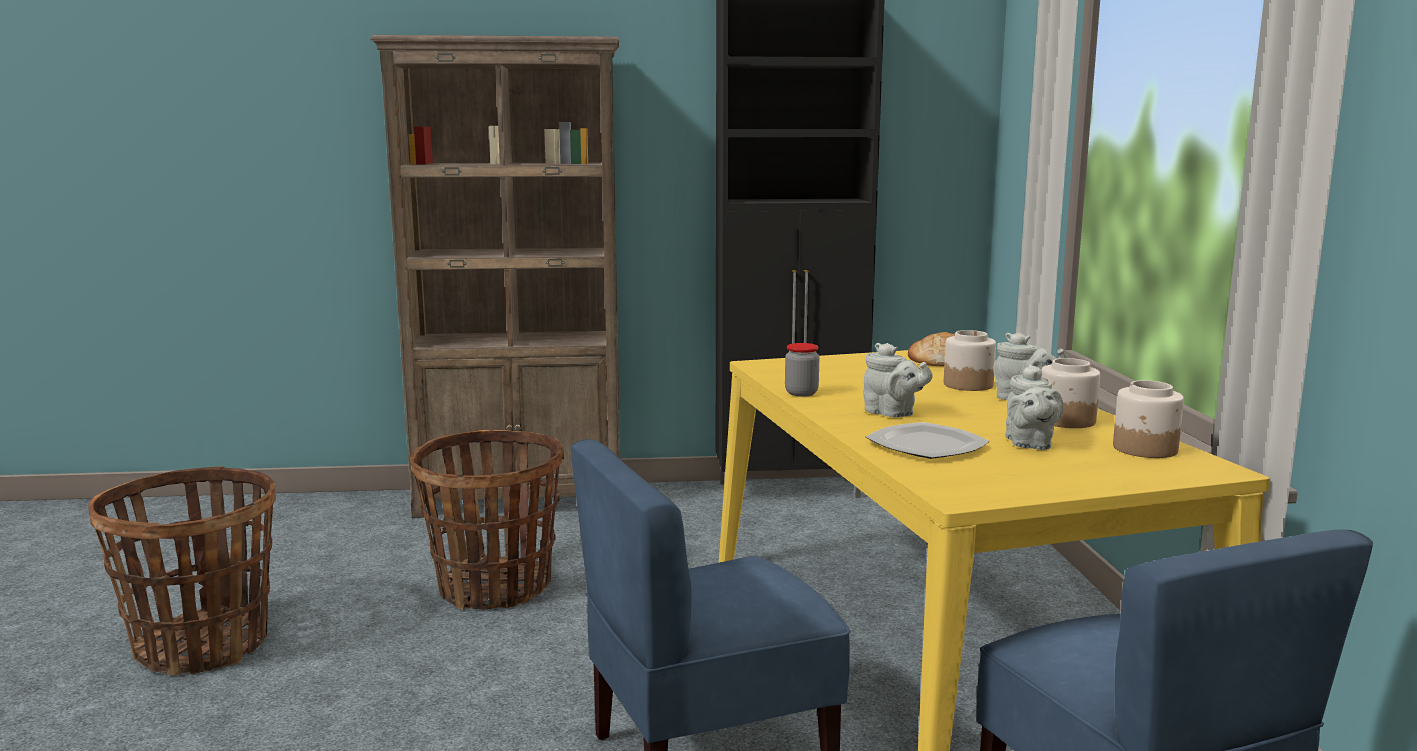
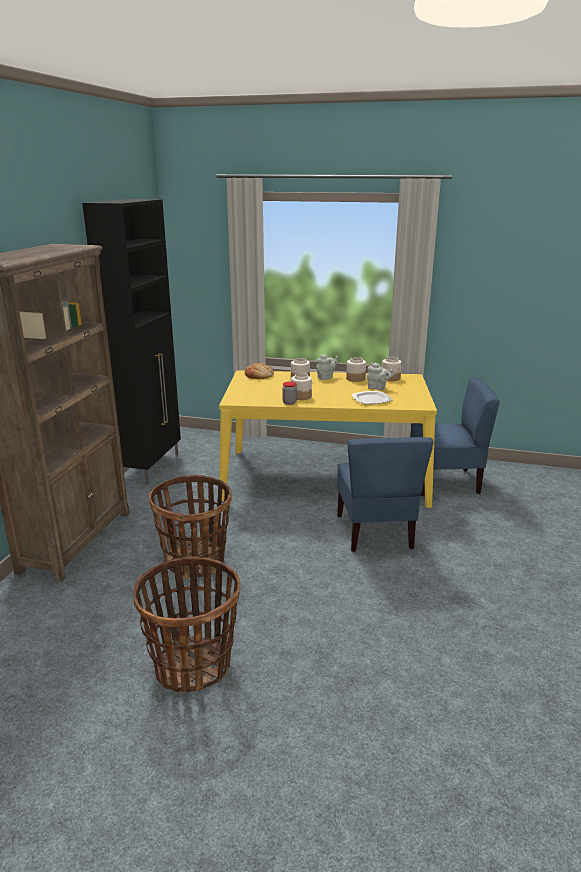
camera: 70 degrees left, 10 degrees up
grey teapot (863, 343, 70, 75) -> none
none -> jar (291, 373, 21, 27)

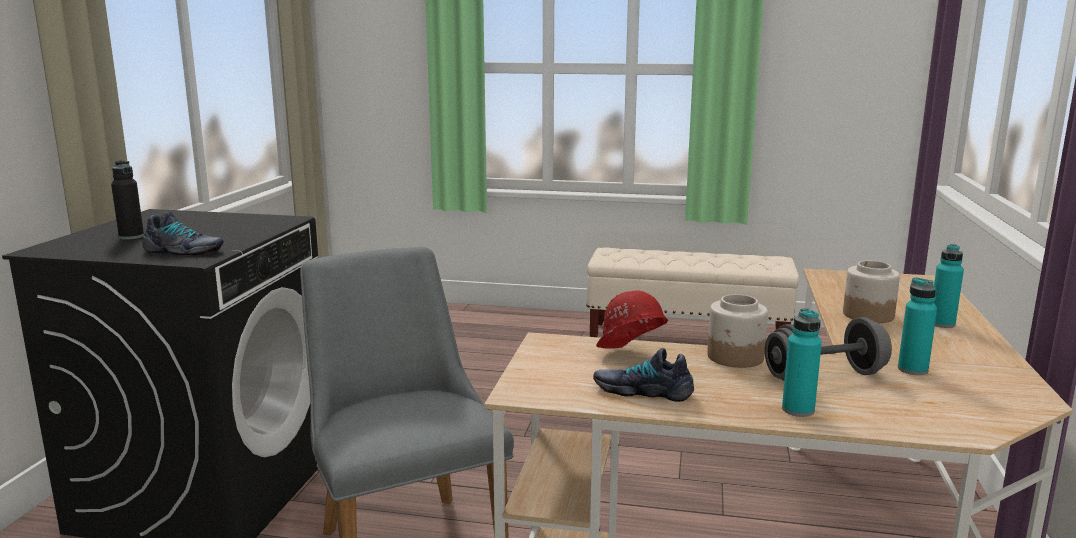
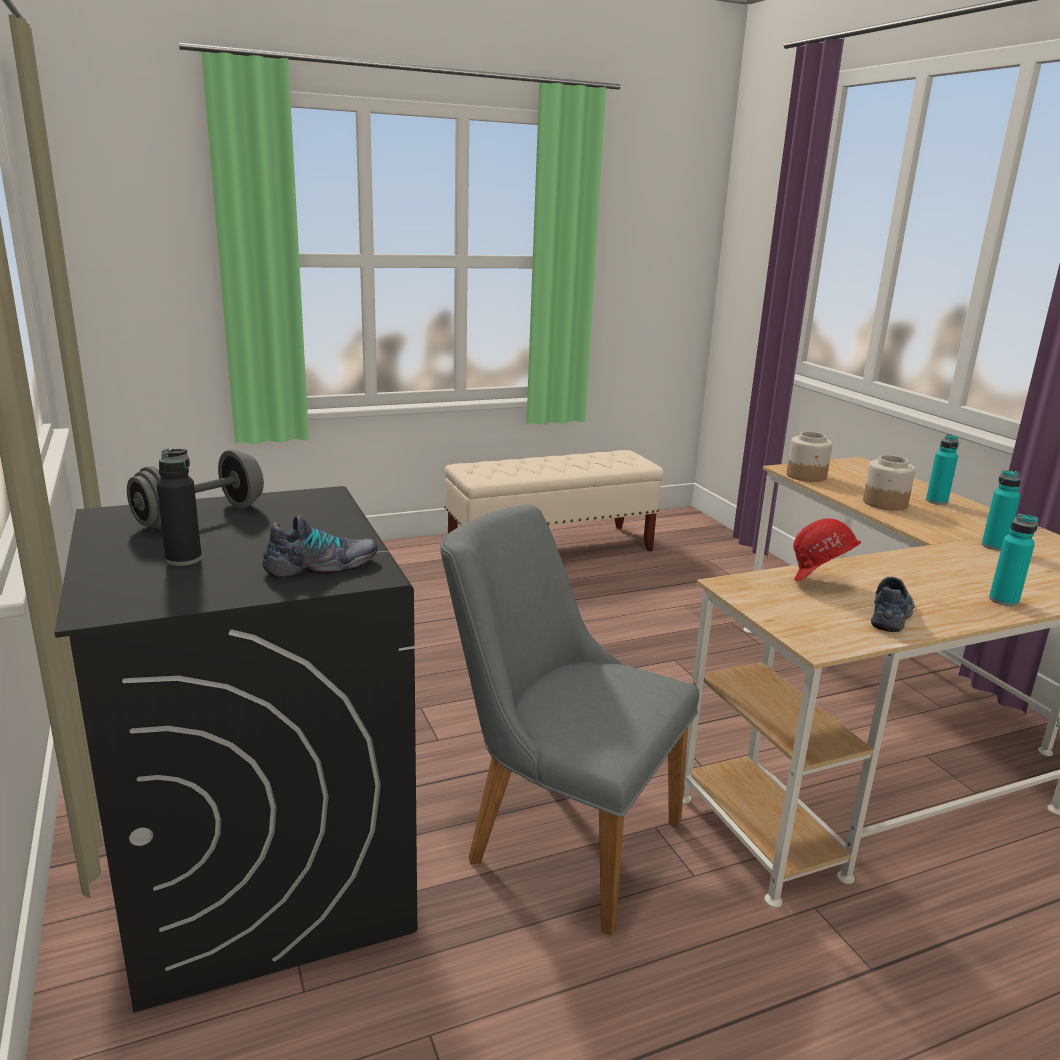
camera: 35 degrees left, 5 degrees up
jar (707, 294, 61, 74) -> jar (786, 432, 46, 50), shifted
grey dumbbell (765, 317, 127, 64) -> grey dumbbell (127, 449, 137, 80), shifted
shoe (593, 348, 101, 54) -> shoe (871, 577, 44, 55), 135 degrees clockwise

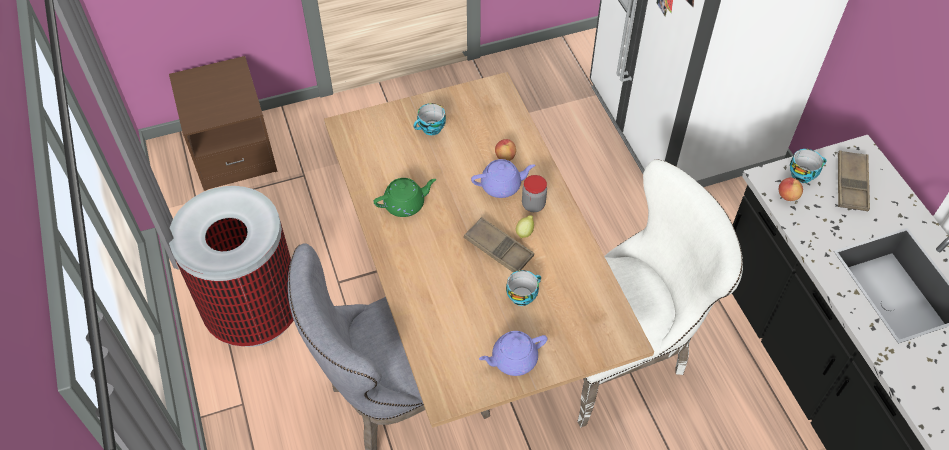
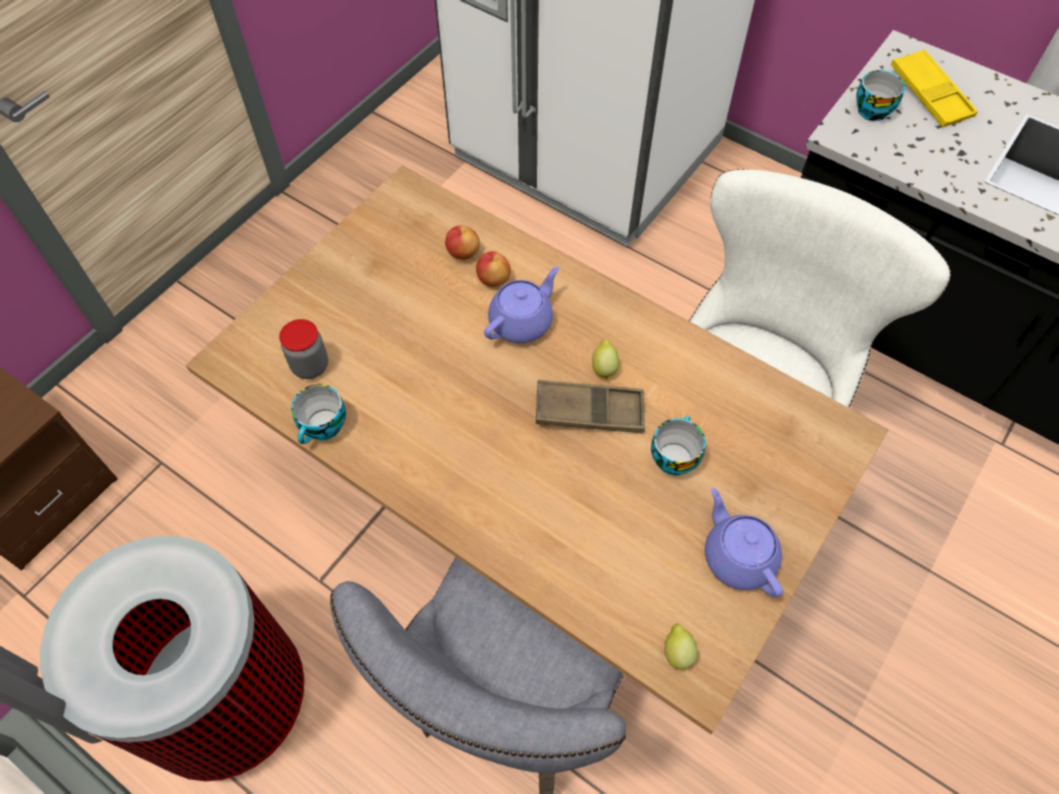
camera: 35 degrees left, 5 degrees up
green teapot (373, 178, 63, 39) -> none
none -> lemon (664, 623, 34, 47)
cup (413, 103, 33, 32) -> cup (291, 384, 55, 60), shifted
jar (522, 175, 25, 37) -> jar (279, 319, 49, 60), shifted
apple (779, 177, 24, 24) -> apple (445, 225, 35, 35), shifted
brown tray (838, 150, 32, 61) -> yellow tray (891, 49, 87, 78)
purple teapot (479, 331, 69, 45) -> purple teapot (705, 488, 78, 110), 120 degrees clockwise

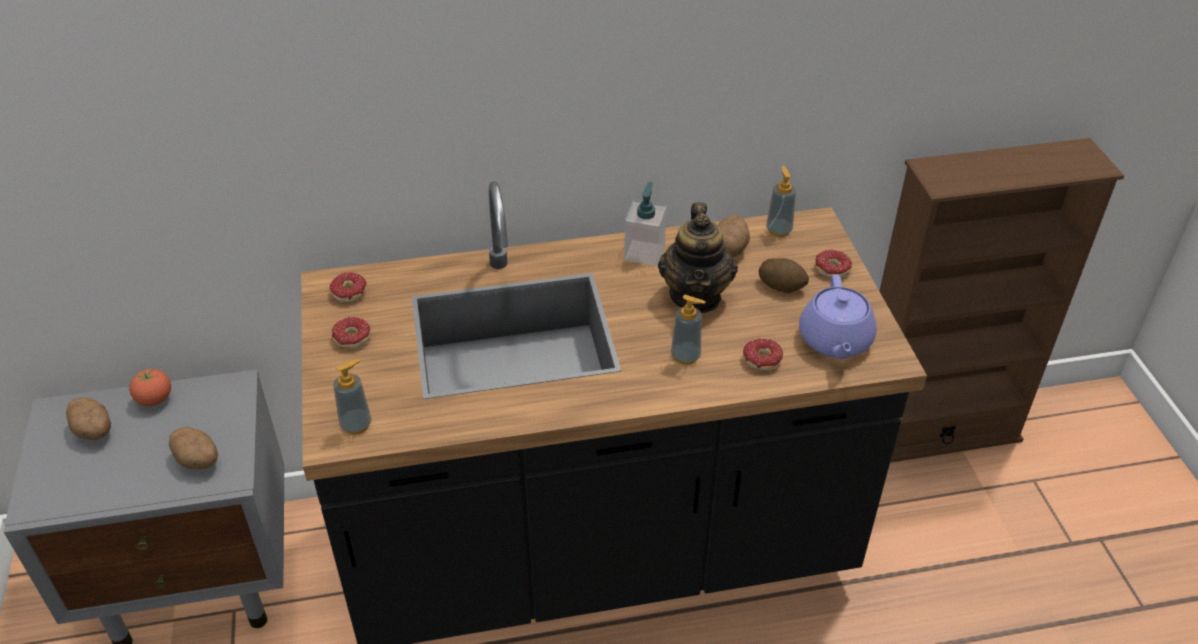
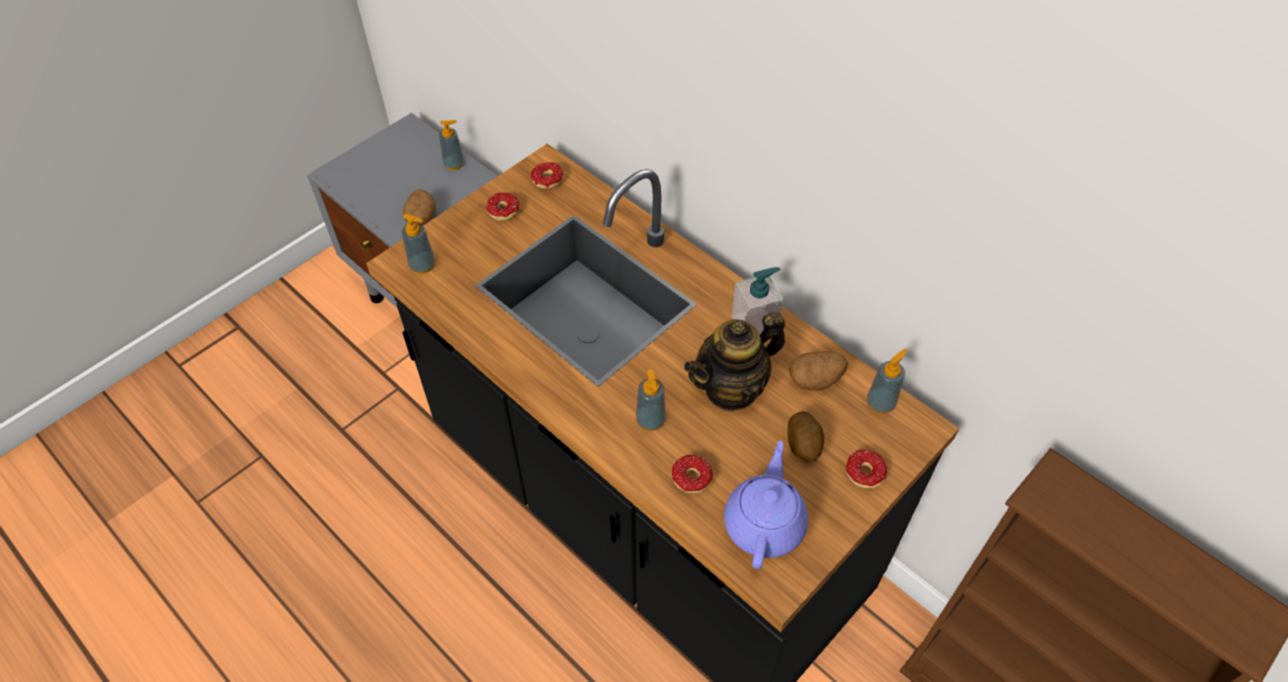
camera: 55 degrees right, 10 degrees up
potato (66, 397, 45, 43) -> none
tomato (129, 369, 42, 37) -> soap dispenser (439, 120, 25, 50)
purple teapot (799, 275, 77, 84) -> purple teapot (724, 441, 84, 128), 135 degrees clockwise

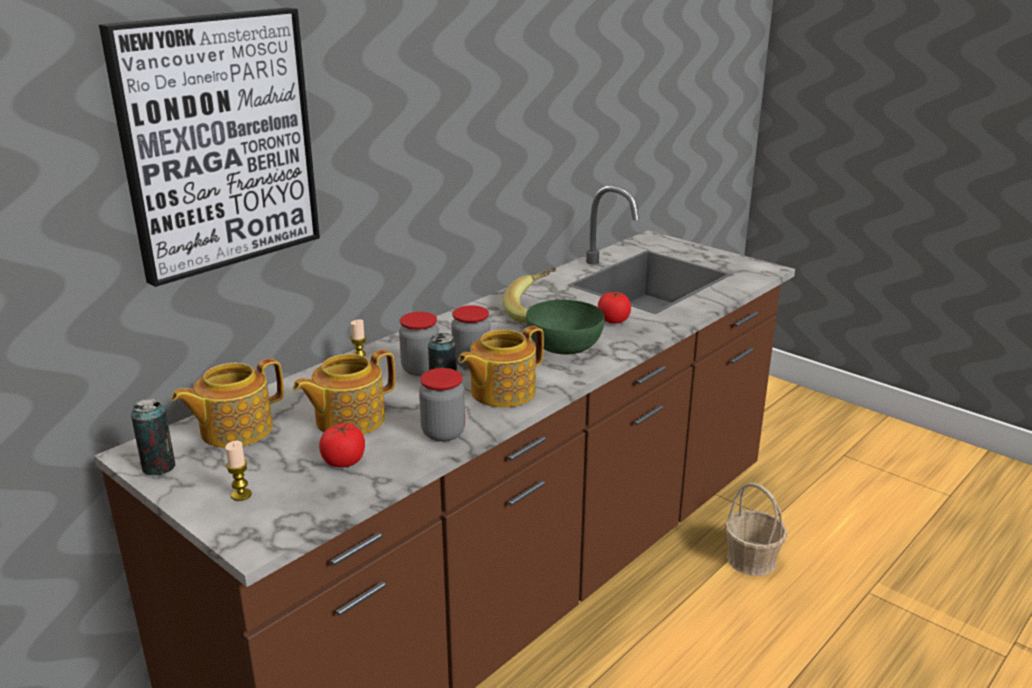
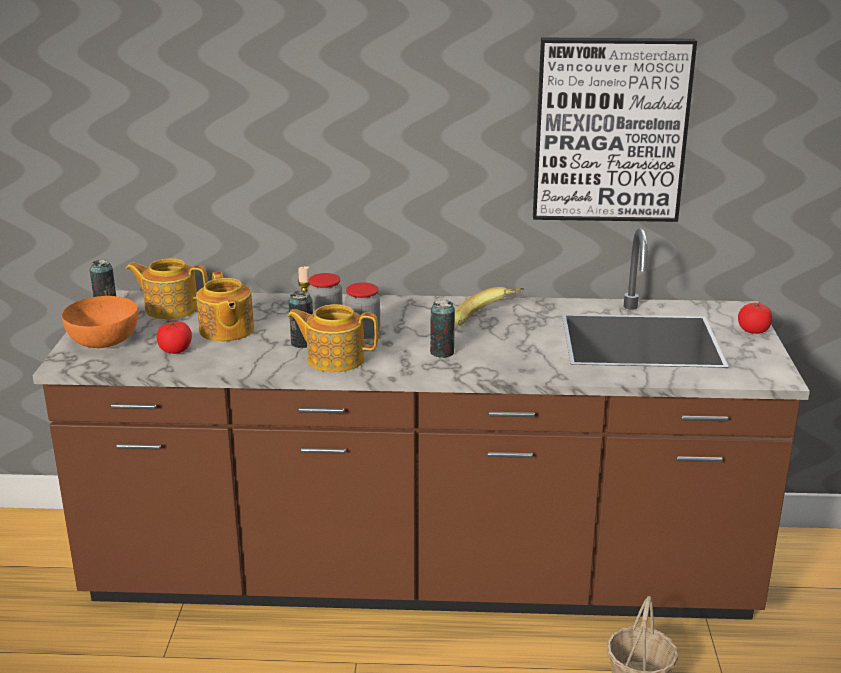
camera: 50 degrees right, 0 degrees up
jar (419, 368, 46, 74) -> none
picture (99, 8, 221, 279) -> picture (533, 37, 164, 185), shifted
tomato (598, 292, 33, 32) -> tomato (738, 303, 34, 31), shifted
candle (225, 441, 27, 60) -> orange bowl (62, 296, 76, 52)
green bowl (526, 300, 78, 55) -> can (430, 300, 25, 58)
teapot (293, 350, 102, 85) -> teapot (196, 271, 58, 71), 120 degrees counterclockwise

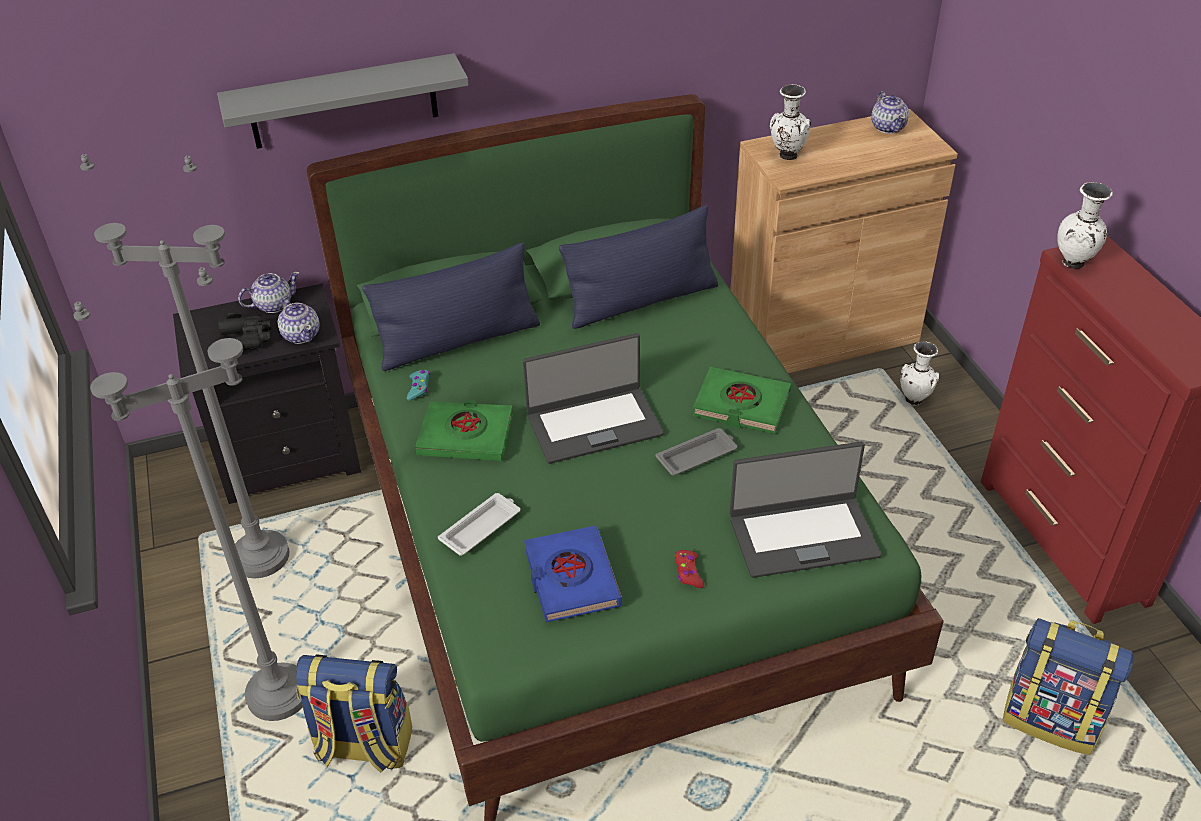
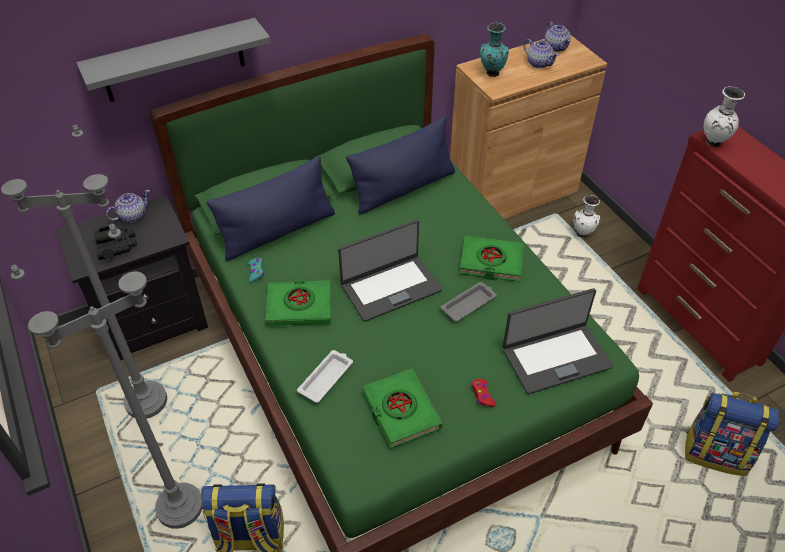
camera: 10 degrees left, 5 degrees up
teapot (278, 298, 42, 46) -> teapot (523, 39, 36, 29), shifted
blue book (524, 526, 98, 96) -> green book (362, 369, 80, 79)
white vase (770, 84, 41, 76) -> turquoise vase (480, 23, 29, 54)

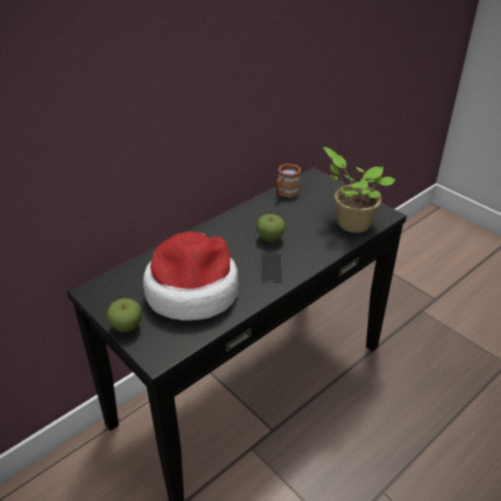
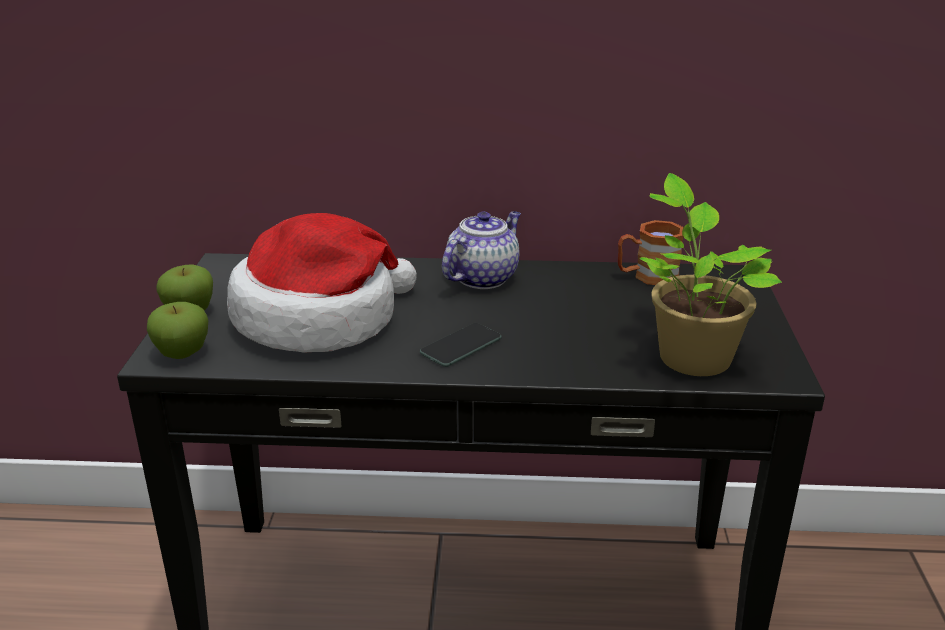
camera: 45 degrees right, 10 degrees down
none -> teapot (442, 211, 79, 78)
apple (257, 214, 28, 28) -> apple (147, 302, 61, 57), shifted

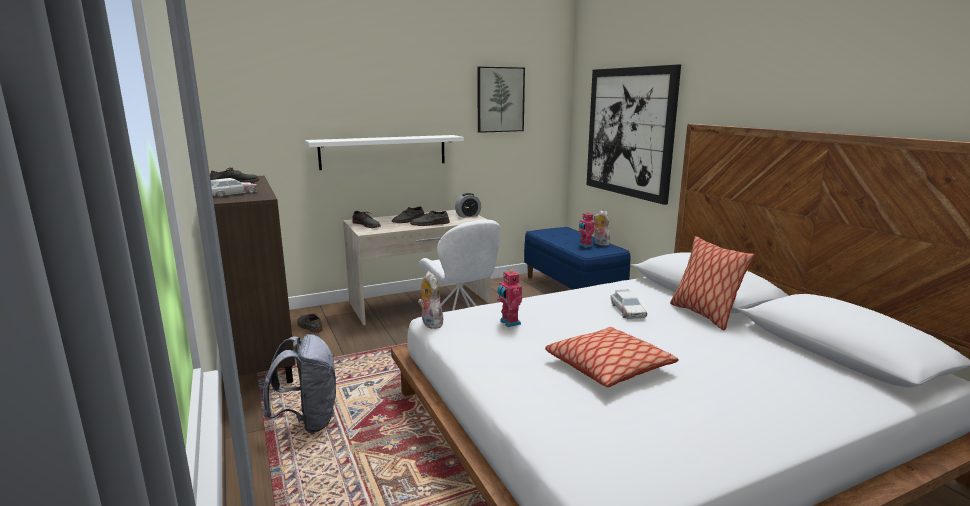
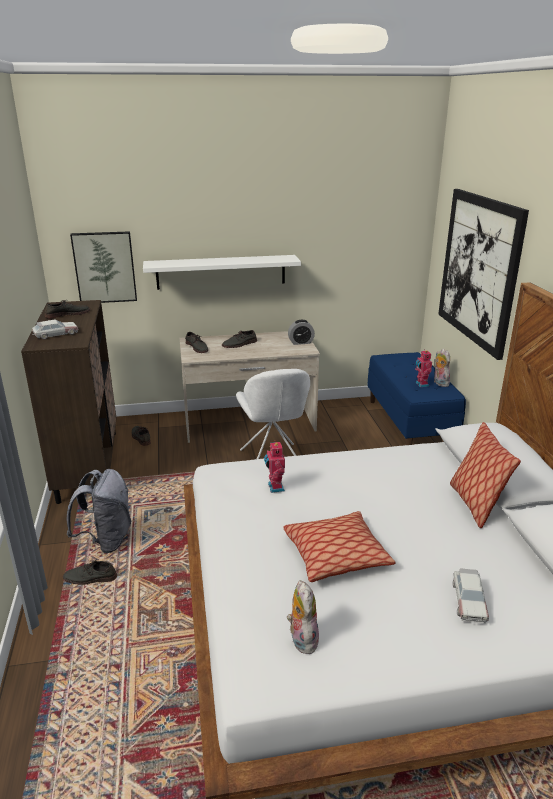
camera: 15 degrees right, 10 degrees up
grey shoe (410, 210, 40, 16) -> grey shoe (63, 560, 54, 25), shifted
plush toy (418, 271, 25, 58) -> plush toy (287, 580, 33, 74), shifted
picture (477, 67, 48, 66) -> picture (70, 231, 67, 72), shifted
toy car (611, 290, 36, 30) -> toy car (453, 569, 36, 54), shifted

